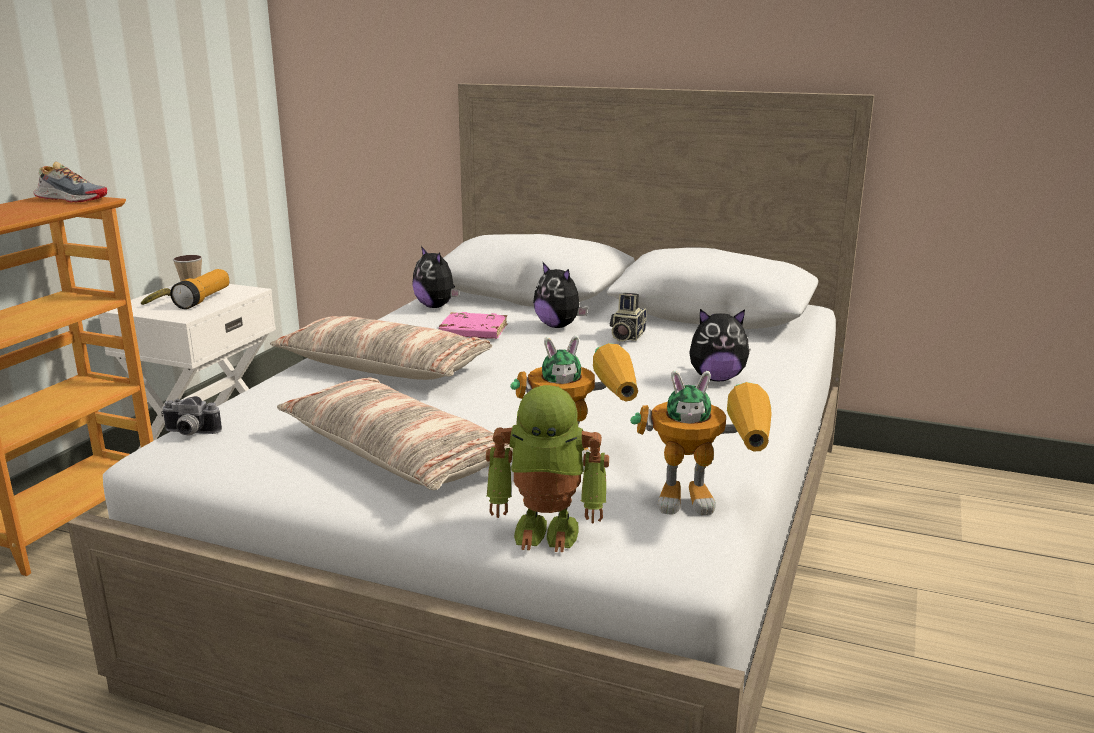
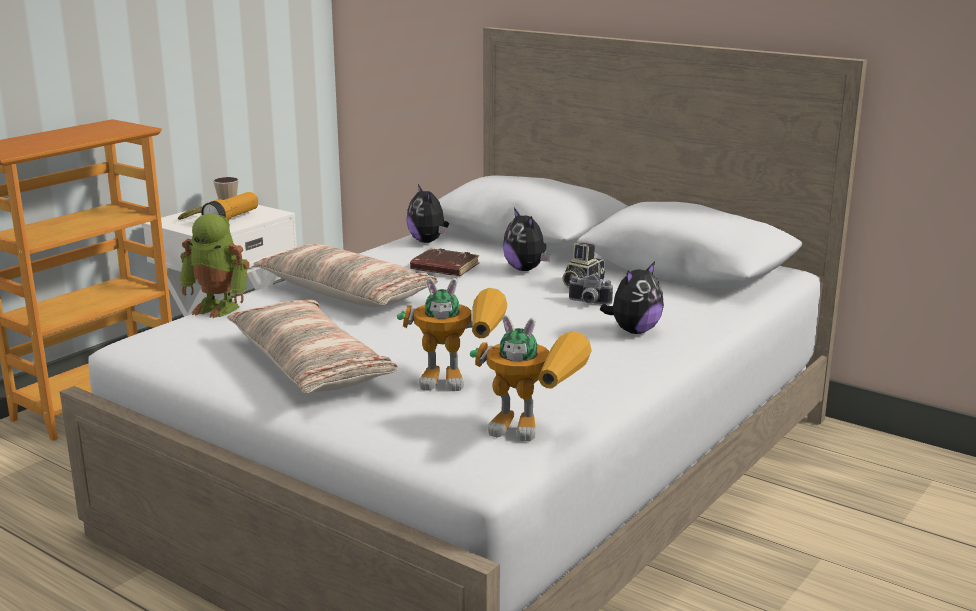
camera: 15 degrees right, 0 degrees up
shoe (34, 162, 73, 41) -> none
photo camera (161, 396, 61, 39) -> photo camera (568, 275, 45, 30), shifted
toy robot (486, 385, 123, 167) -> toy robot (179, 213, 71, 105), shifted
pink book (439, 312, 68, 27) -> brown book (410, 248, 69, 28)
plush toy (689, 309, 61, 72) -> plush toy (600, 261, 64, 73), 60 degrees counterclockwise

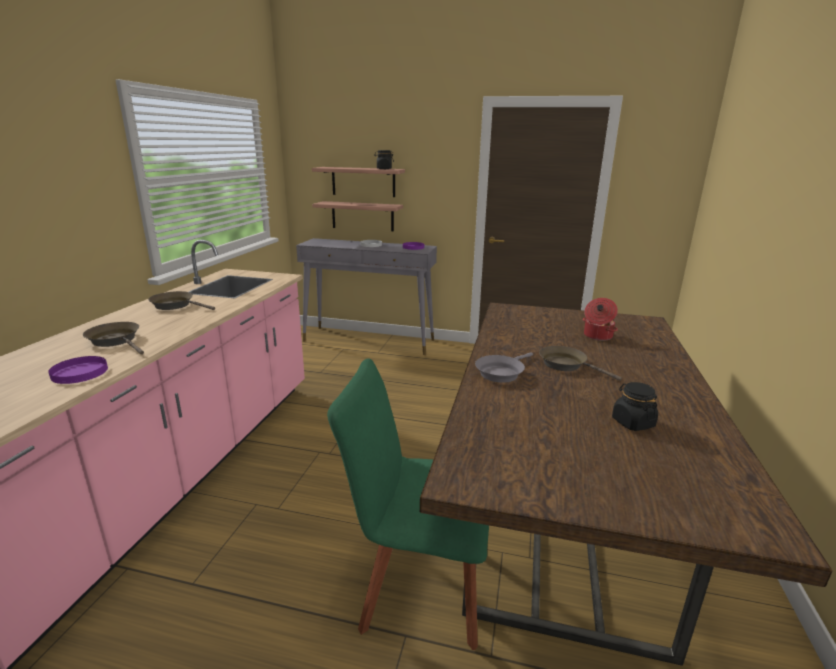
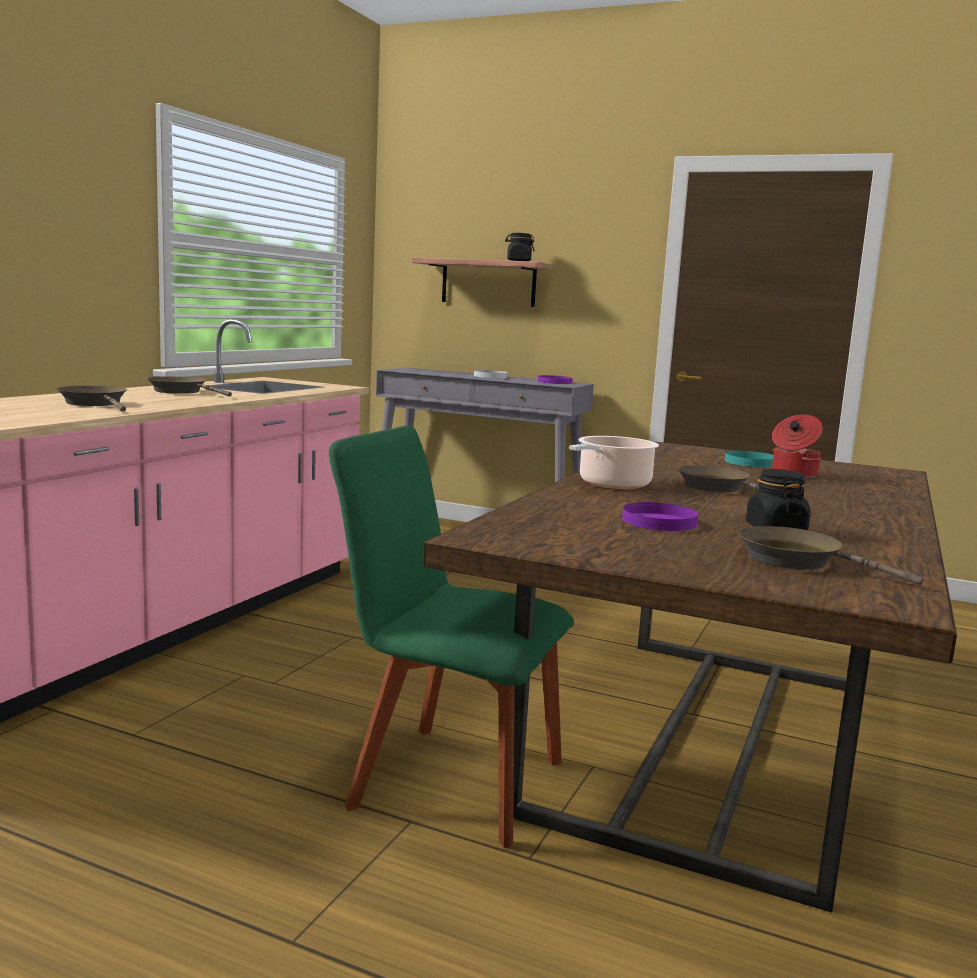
camera: 10 degrees right, 10 degrees down
shelf (312, 201, 91, 30) -> none
none -> turquoise plate (724, 451, 49, 17)
none -> brown frying pan (738, 526, 186, 59)
purple plate (48, 356, 60, 28) -> purple plate (622, 502, 76, 29), shifted
grey frying pan (475, 352, 58, 31) -> cooking pot (569, 436, 90, 53)

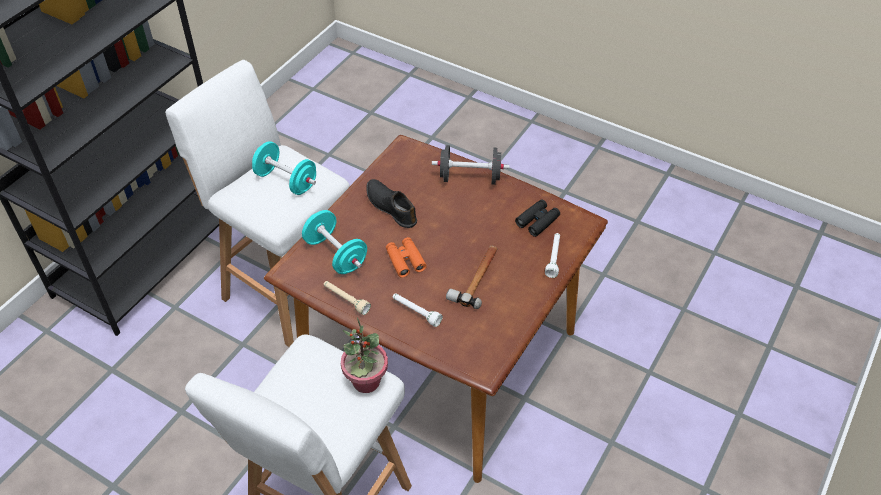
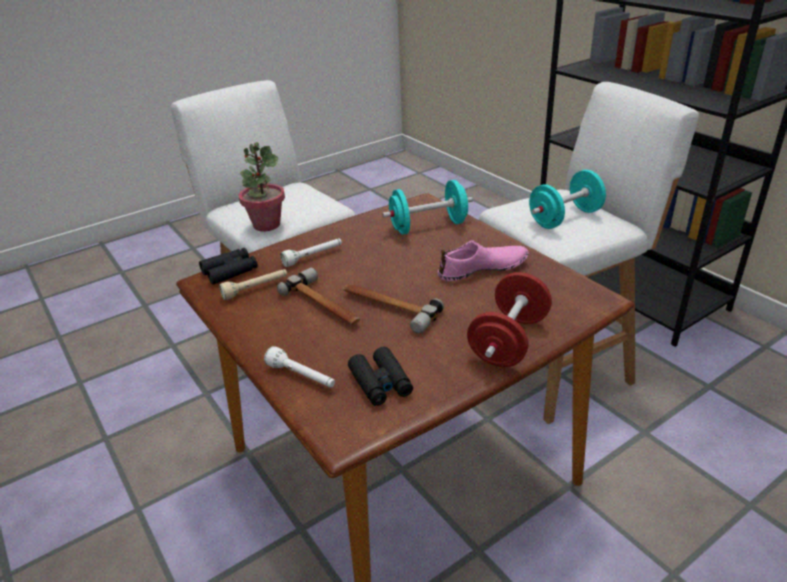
camera: 115 degrees right, 15 degrees down
orange binoculars (386, 237, 41, 41) -> none
none -> black binoculars (199, 248, 59, 37)
none -> hammer (343, 284, 101, 50)
beige flashlight (324, 281, 47, 34) -> beige flashlight (219, 269, 68, 31), shifted
black shoe (366, 179, 51, 49) -> pink shoe (438, 240, 91, 41)
black dumbbell (432, 145, 78, 40) -> red dumbbell (467, 272, 85, 95)

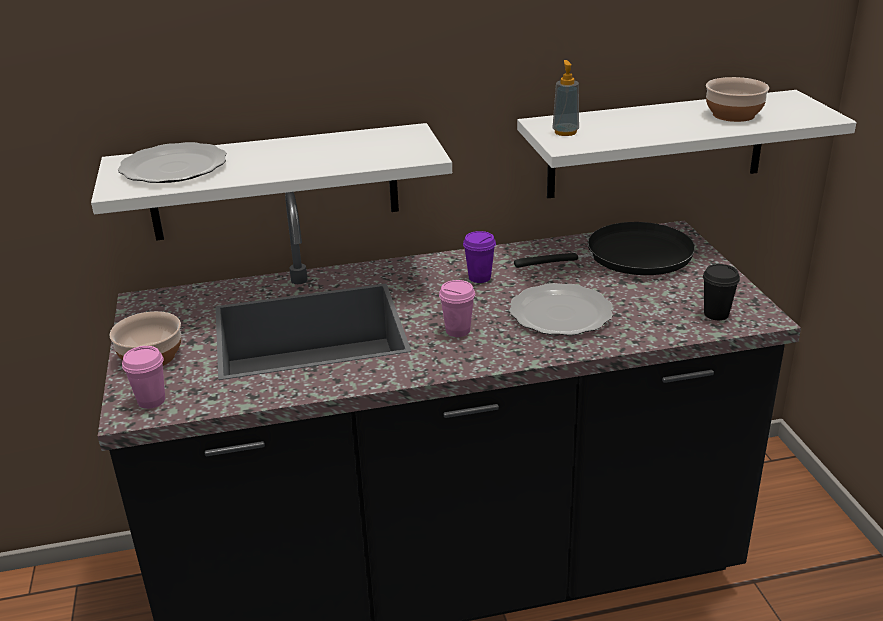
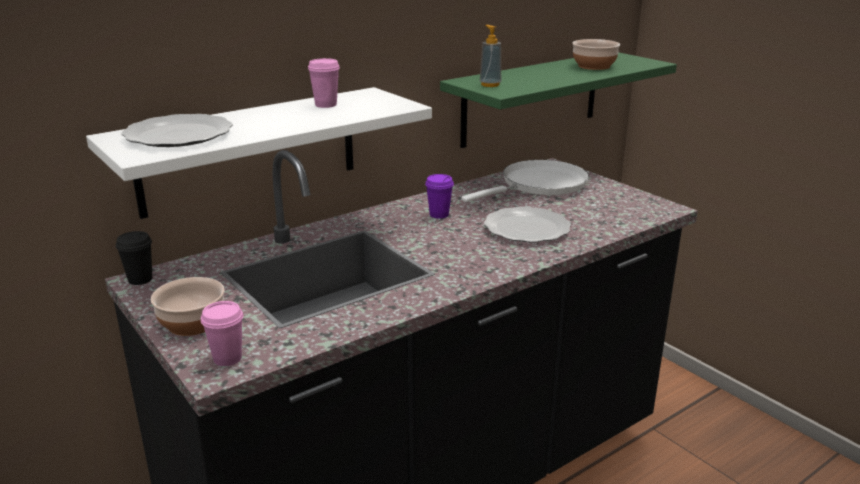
camera: 25 degrees left, 5 degrees down
pink cup (439, 280, 36, 57) -> pink cup (308, 58, 32, 50), shifted
black cup (703, 264, 37, 56) -> black cup (116, 231, 36, 54), shifted
black frying pan (514, 222, 181, 53) -> white frying pan (461, 160, 128, 42)
white shelf (517, 90, 339, 108) -> green shelf (440, 52, 237, 96)

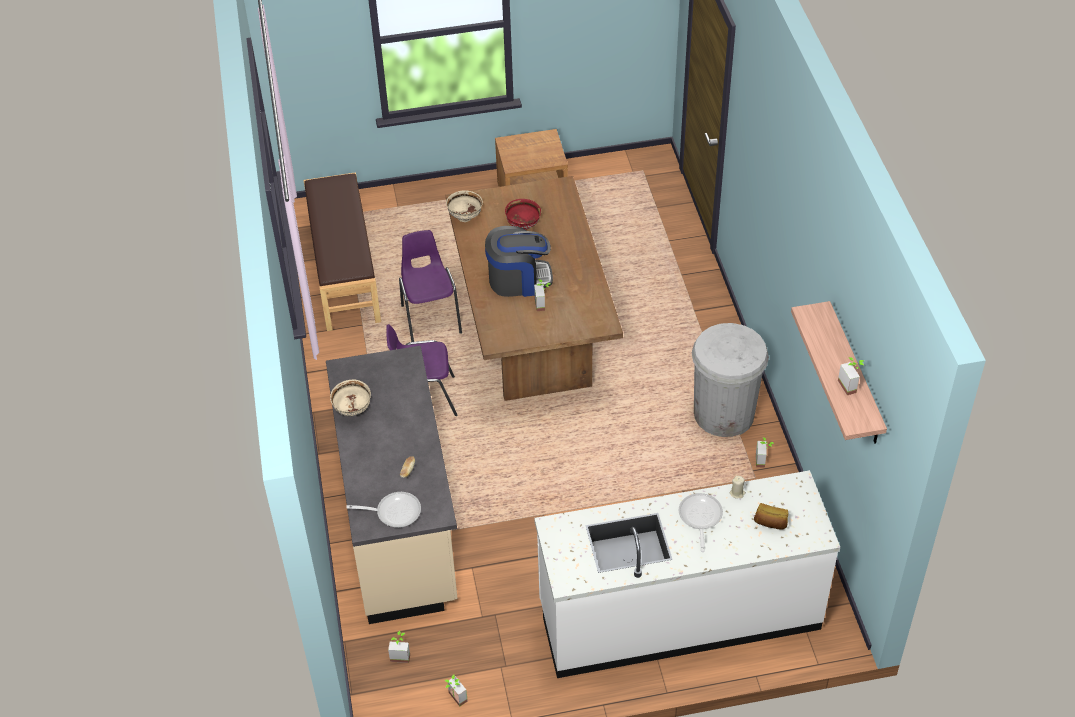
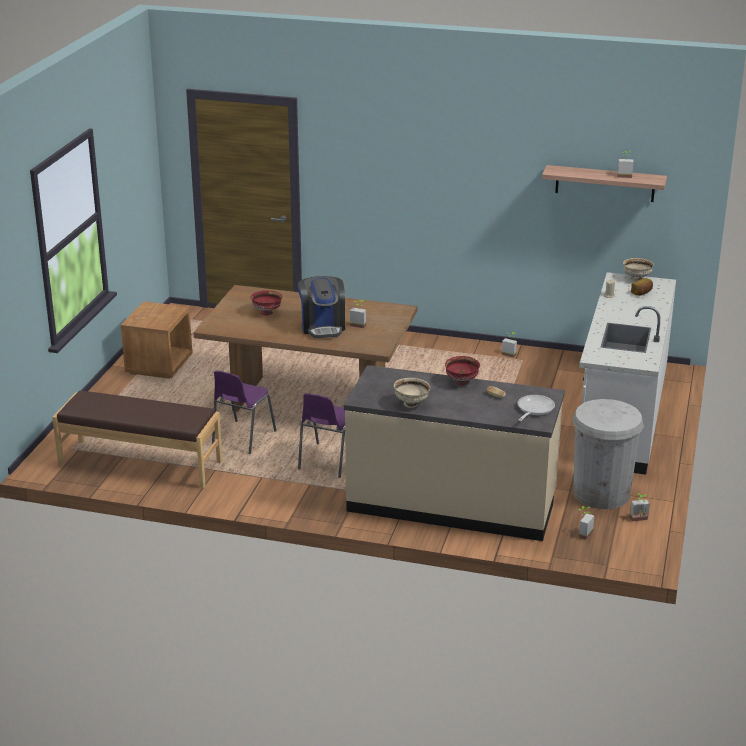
camera: 65 degrees left, 20 degrees down
frying pan (678, 493, 45, 59) -> none
none -> red bowl (445, 356, 35, 29)
beige bowl (446, 190, 37, 32) -> beige bowl (623, 258, 31, 24), shifted
white trash can (692, 323, 77, 114) -> white trash can (573, 399, 71, 110), shifted
purple chair (399, 230, 63, 112) -> purple chair (212, 371, 65, 83), 75 degrees counterclockwise
coffee machine (485, 226, 68, 71) -> coffee machine (298, 276, 47, 62), 150 degrees clockwise

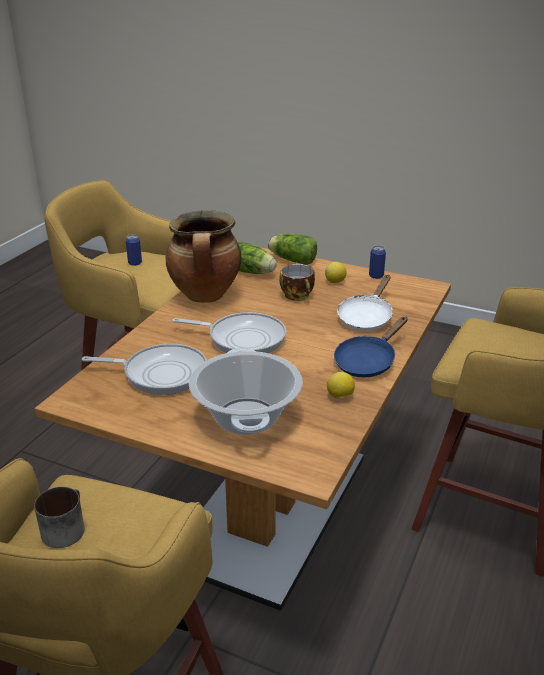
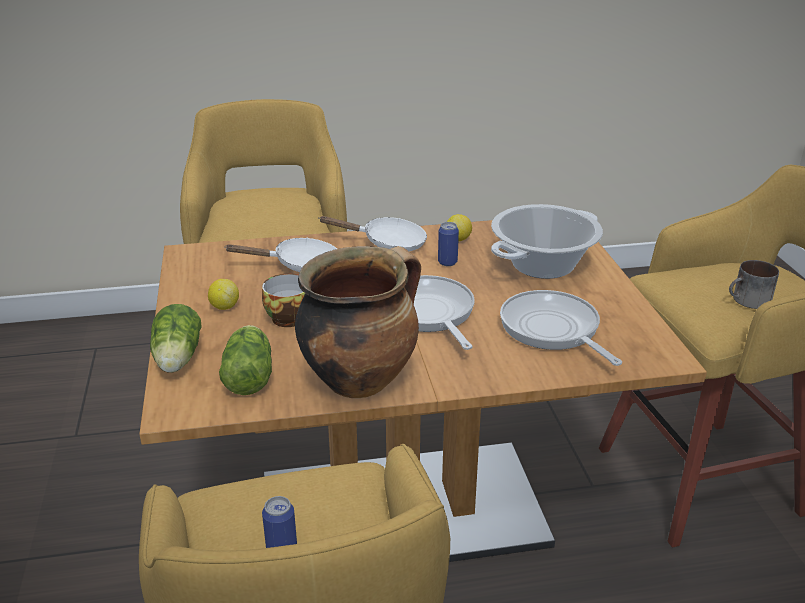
camera: 125 degrees left, 0 degrees up
can (369, 245, 17, 34) -> can (438, 222, 21, 44), shifted
blue frying pan (334, 317, 73, 60) -> white frying pan (318, 216, 109, 36)

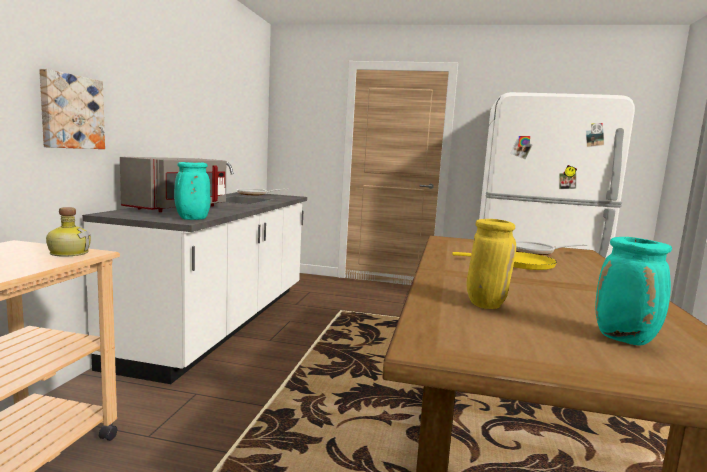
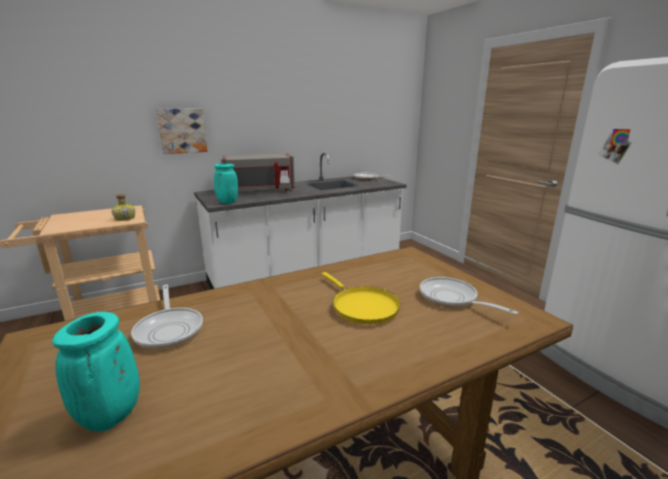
camera: 50 degrees right, 10 degrees up
yellow vase (467, 219, 49, 90) -> frying pan (131, 285, 72, 64)

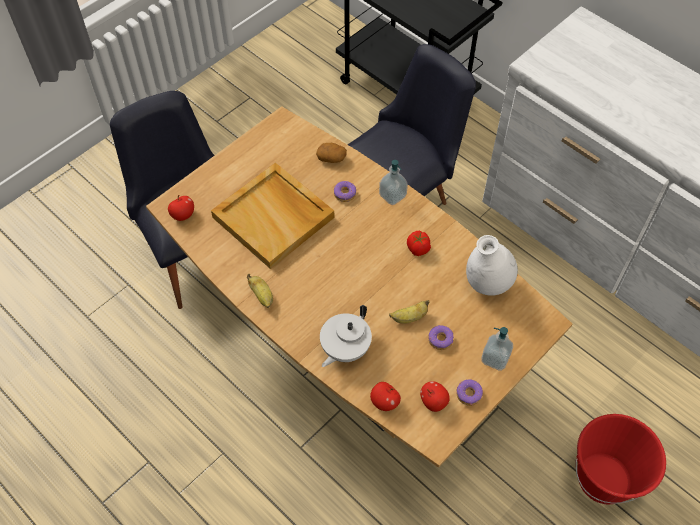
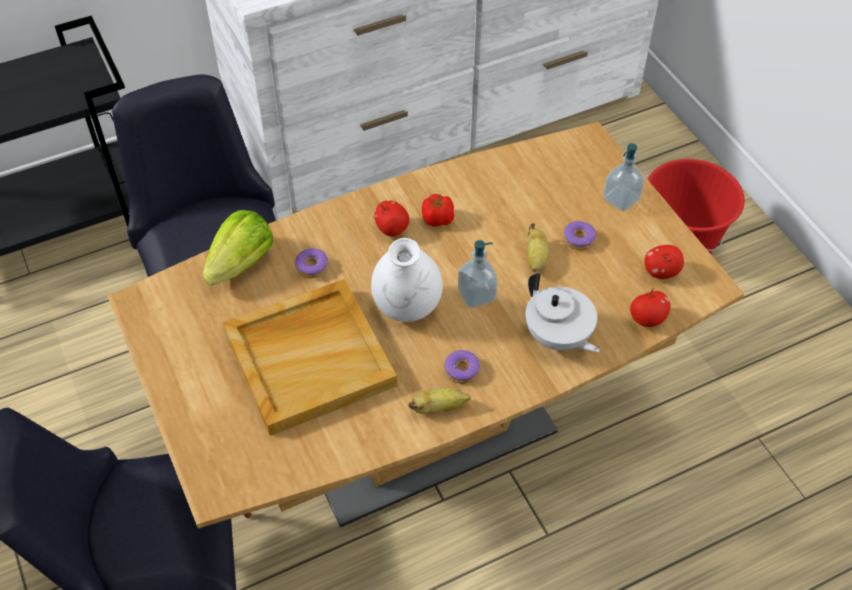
camera: 70 degrees left, 5 degrees down
apple (168, 195, 26, 26) -> apple (374, 200, 35, 36), shifted
soap dispenser (379, 160, 29, 45) -> soap dispenser (458, 240, 40, 68), shifted
donut (456, 379, 27, 27) -> donut (444, 350, 37, 34), shifted
white vase (466, 235, 52, 61) -> white vase (371, 238, 72, 84), shifted
potato (316, 143, 31, 20) -> lettuce (203, 210, 70, 75)

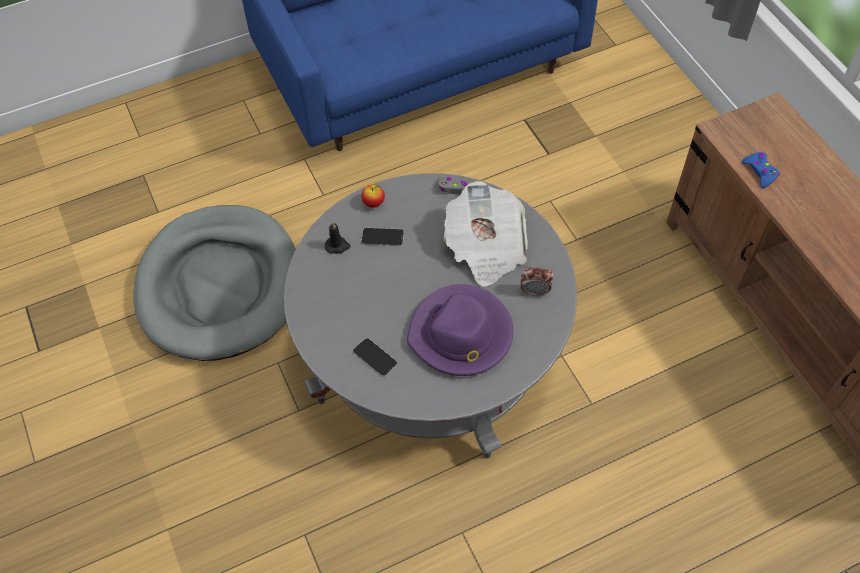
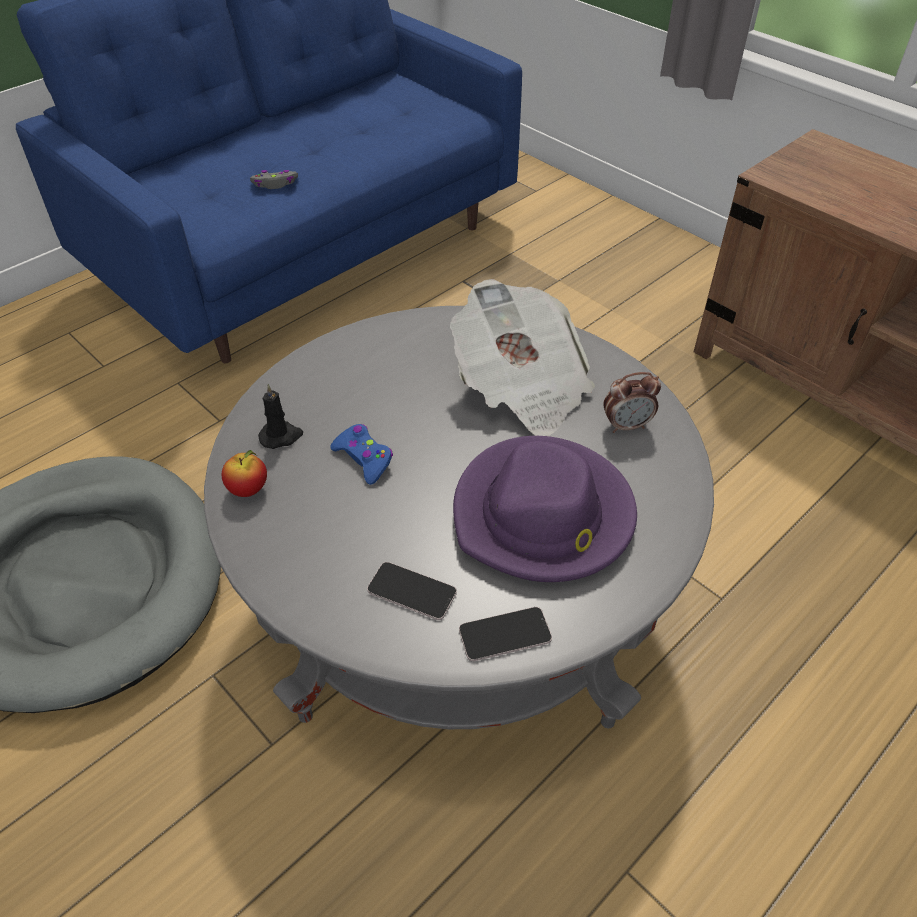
camera: 20 degrees left, 10 degrees down
apple (361, 184, 24, 24) -> apple (222, 450, 45, 47), shifted
phone (361, 228, 43, 18) -> phone (459, 607, 93, 54), shifted
grey game controller (437, 177, 38, 17) -> grey game controller (250, 170, 48, 19), shifted
blue game controller (742, 152, 38, 36) -> blue game controller (330, 424, 63, 61), shifted

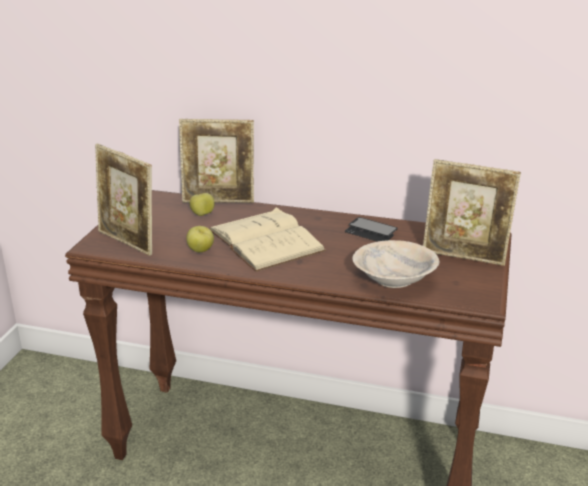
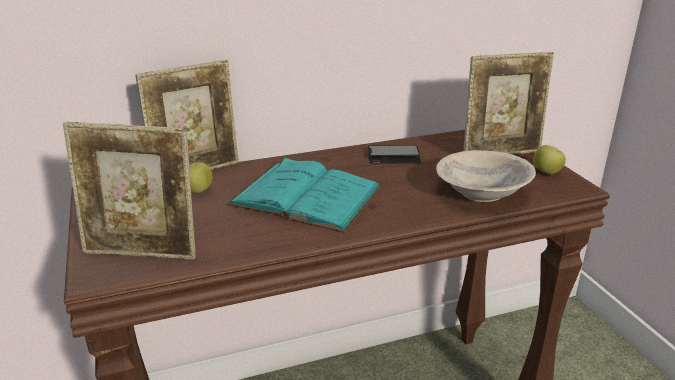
camera: 35 degrees left, 0 degrees up
apple (186, 226, 28, 26) -> apple (533, 145, 33, 30), shifted
beige book (209, 207, 117, 65) -> turquoise book (227, 158, 154, 75)

